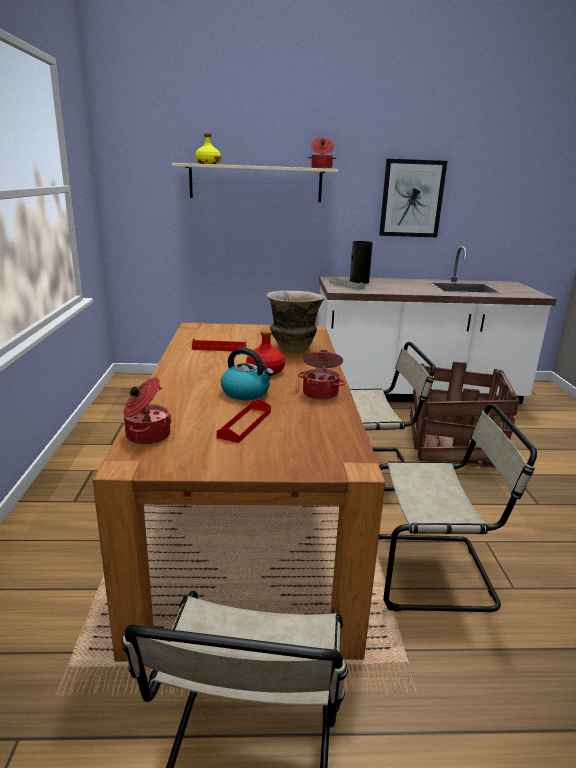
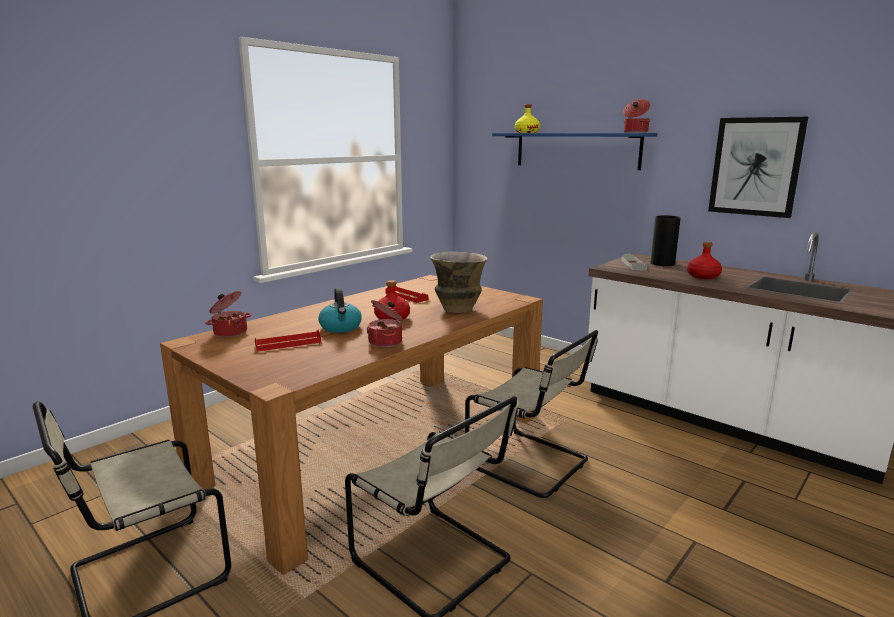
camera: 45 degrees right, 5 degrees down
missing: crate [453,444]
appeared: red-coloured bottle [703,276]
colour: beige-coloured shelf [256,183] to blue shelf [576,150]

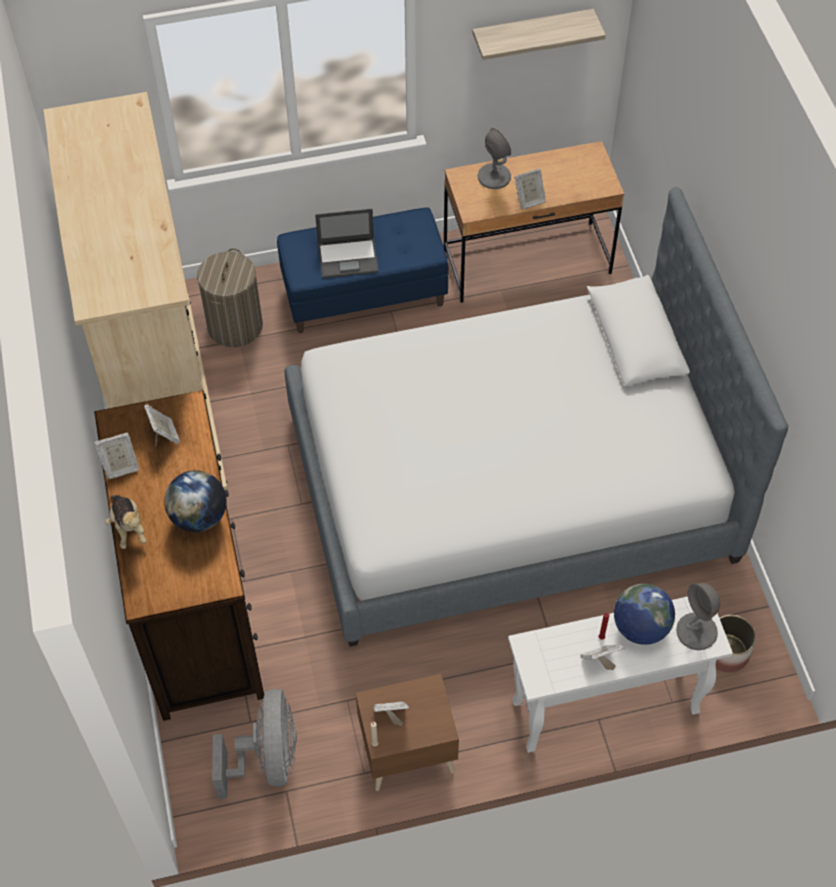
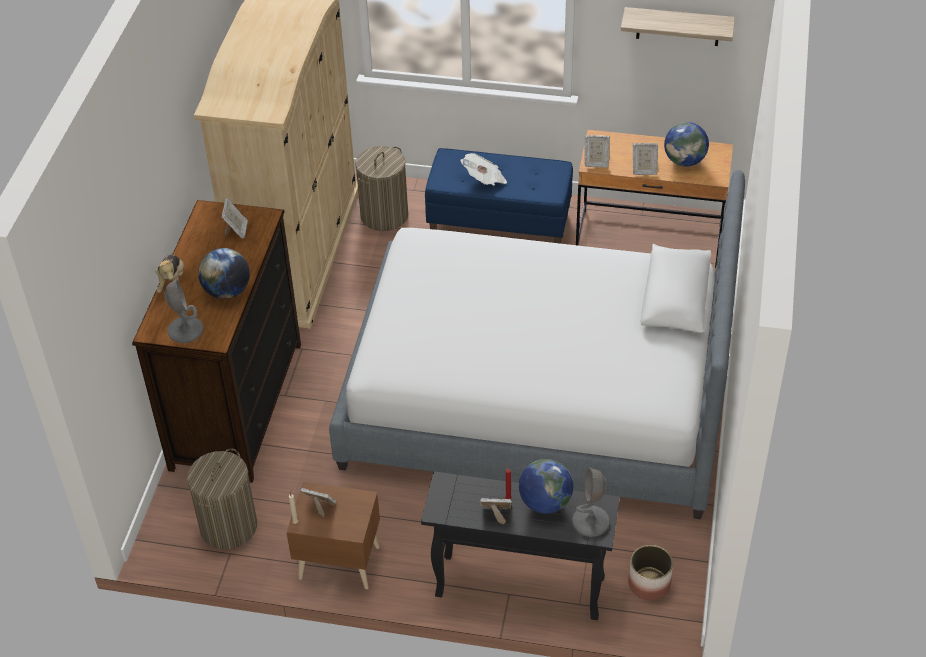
camera: 25 degrees right, 10 degrees down
appeared: desk globe [684,161]
relocated: gray tabletop lamp [494,176] to [185,330]; picture frame [120,467] to [595,162]
exchanged: gray fan [267,760] to hamper [228,526]; notebook computer [349,258] to printed paper [484,179]
colour: white console table [603,708] to blackish console table [518,587]

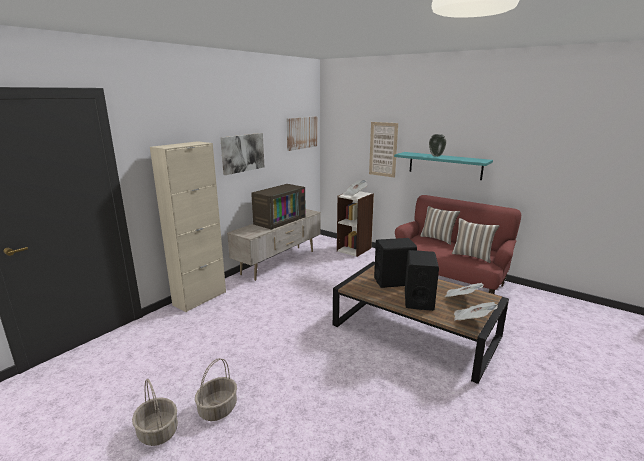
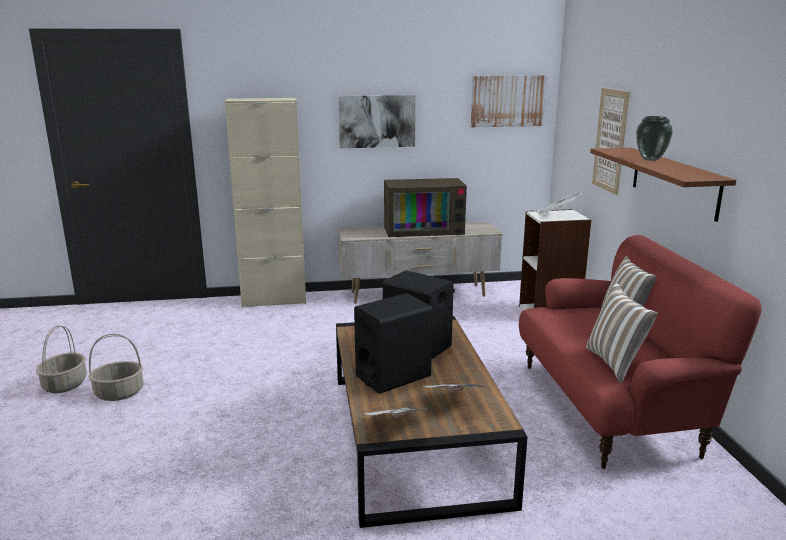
camera: 45 degrees right, 0 degrees up
colour: blue-green shelf [445,165] to brown-coloured shelf [674,182]

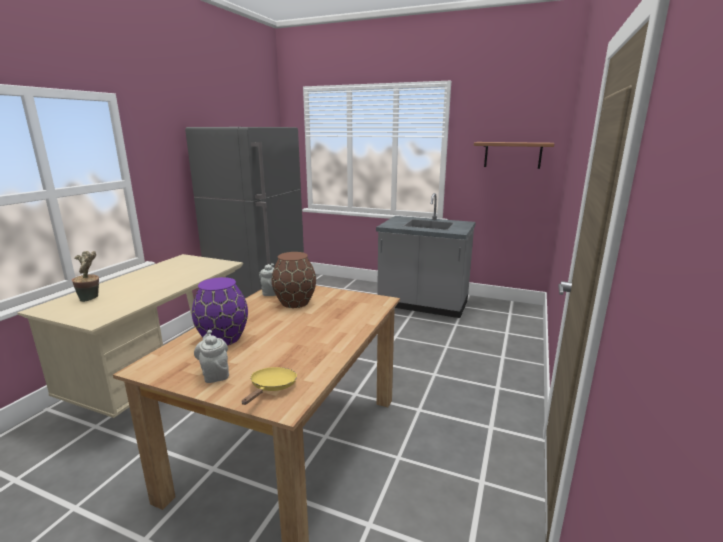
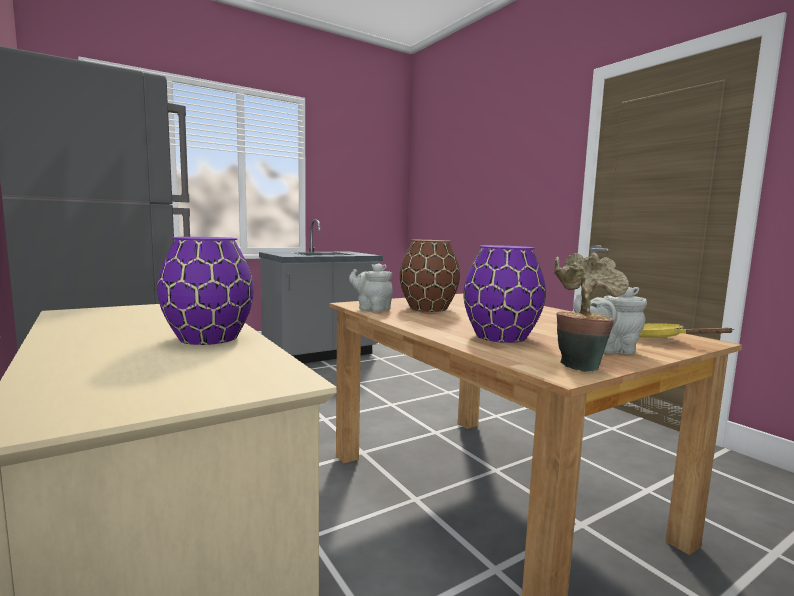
camera: 55 degrees left, 10 degrees down
missing: shelf [512,155]
appeared: purple-coloured flower vase [209,338]
relocated: houseplant [91,298] to [580,364]

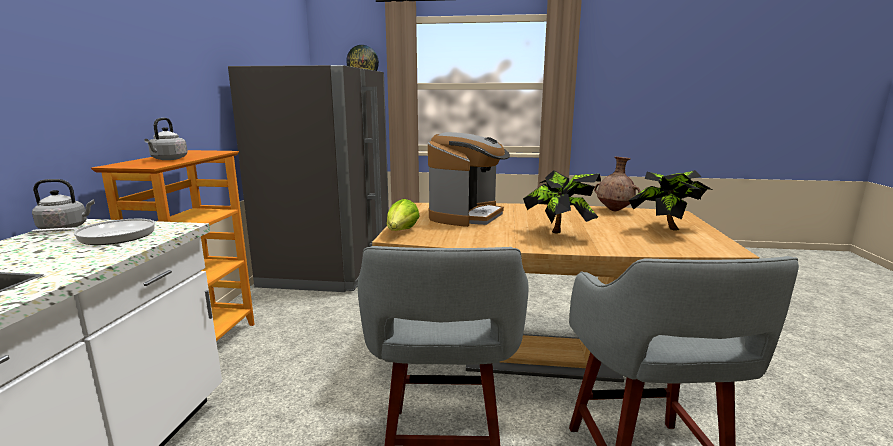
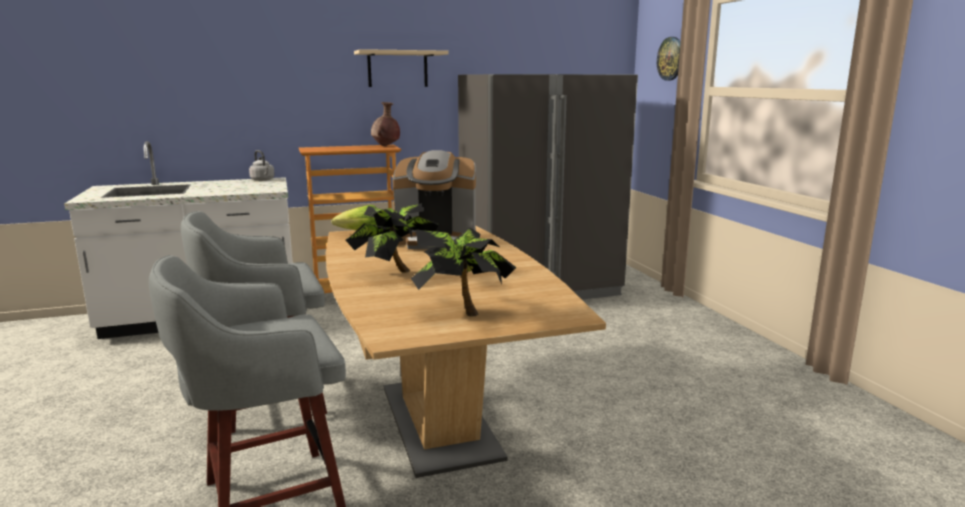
camera: 65 degrees right, 0 degrees up
missing: pan [111,236]; gray water kettle [168,159]
appeared: beige-coloured shelf [397,69]
relocated: brown-coloured flower vase [615,210] to [386,146]

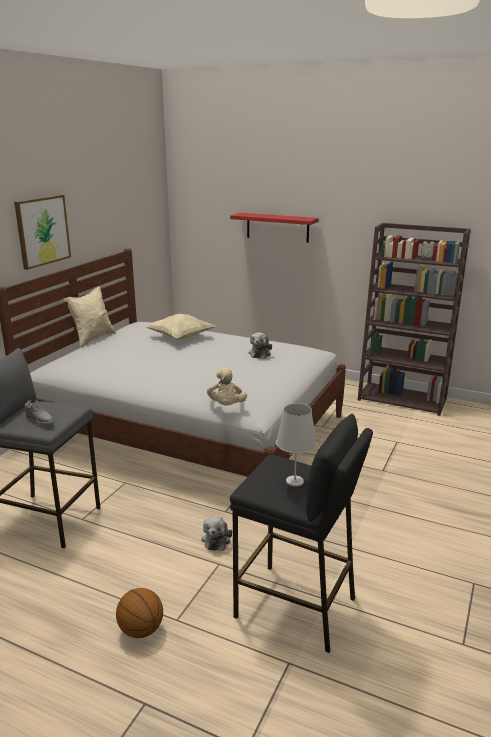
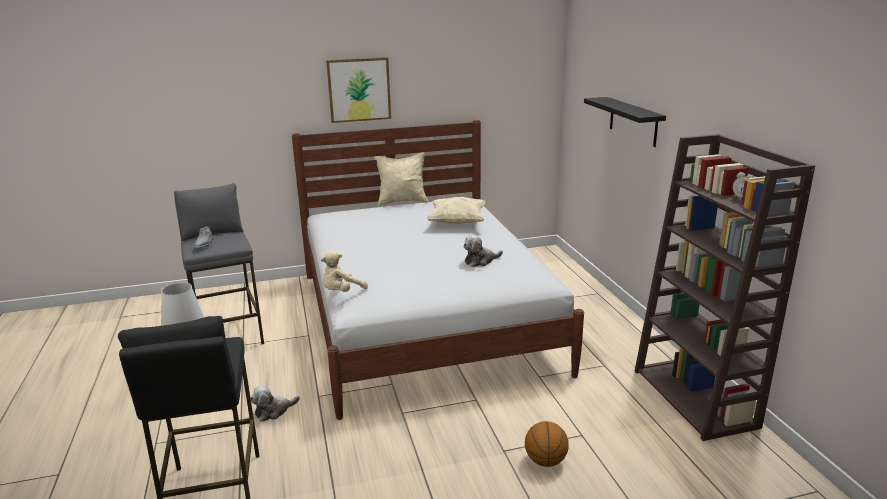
camera: 50 degrees right, 0 degrees up
relocated: ball for basketball [141,630] to [545,461]
colour: red-coloured shelf [277,227] to blackish shelf [633,121]

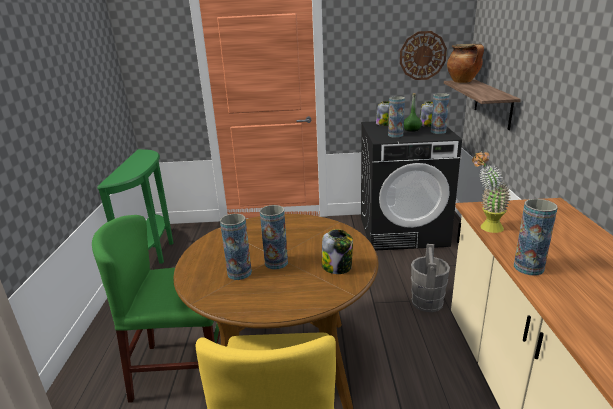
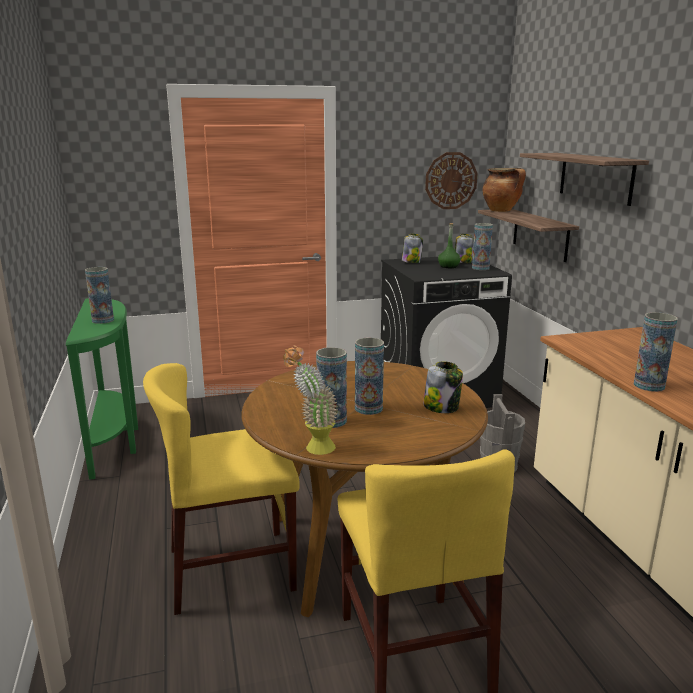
camera: 15 degrees left, 5 degrees down
appeared: shelf [595,177]
relocated: flower vase [395,135] to [103,320]; houseplant [485,227] to [312,447]
colour: green chair [183,369] to yellowish chair [231,569]

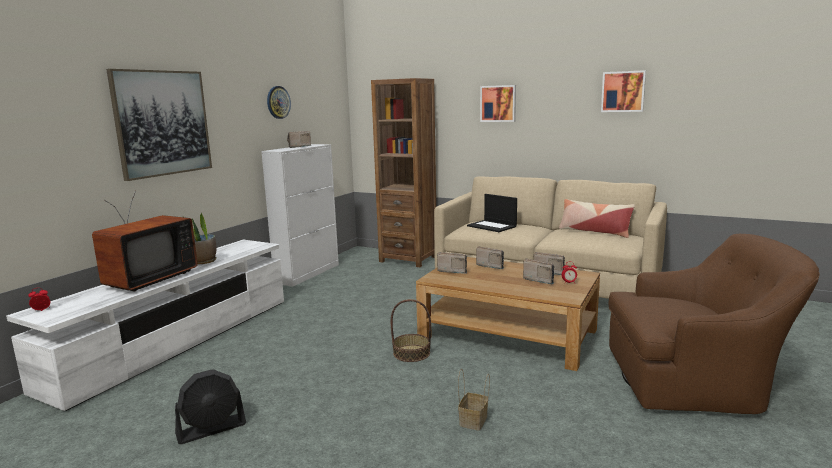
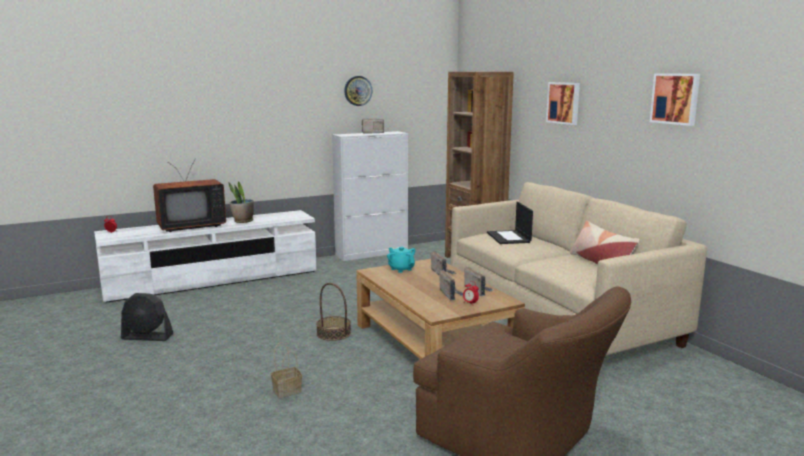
camera: 35 degrees right, 0 degrees up
missing: picture [162,123]
exchanged: radio set [452,271] to blue-green teapot [401,269]

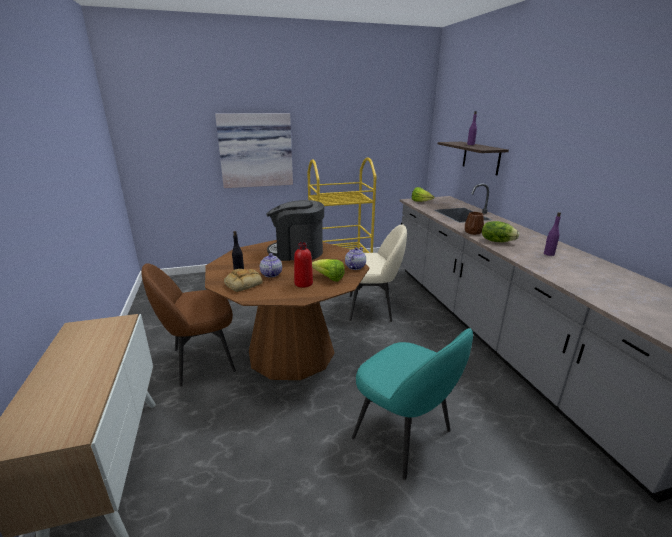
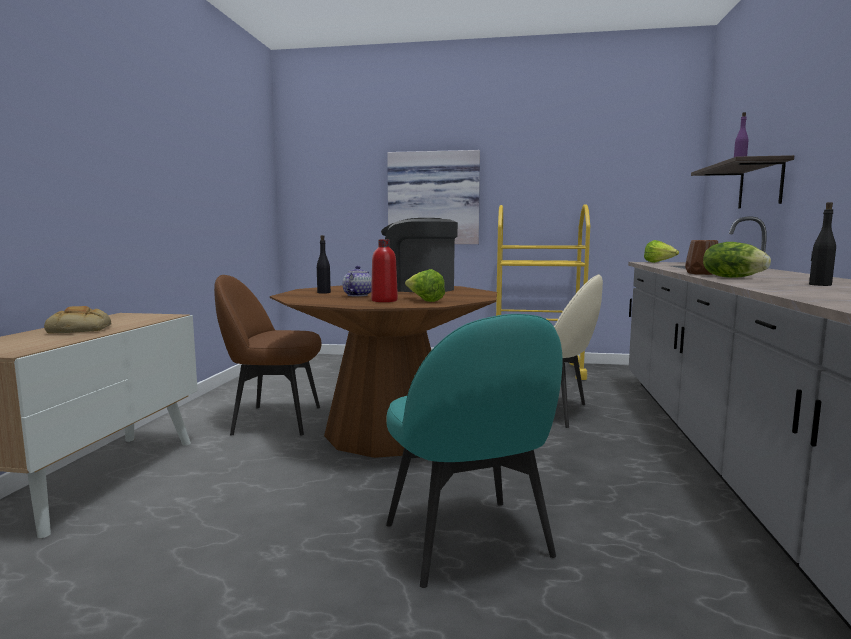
camera: 25 degrees right, 15 degrees down
missing: teapot [355,267]
relocated: bread [243,283] to [81,329]
colour: purple-coloured bottle [548,254] to blackish bottle [819,285]

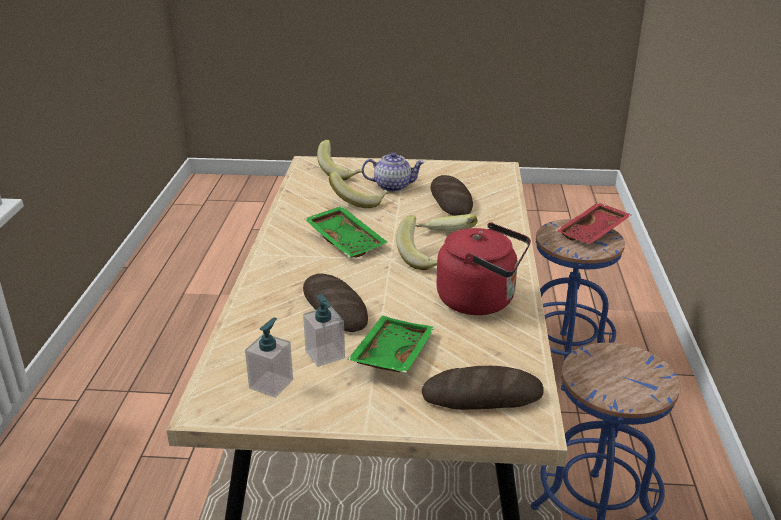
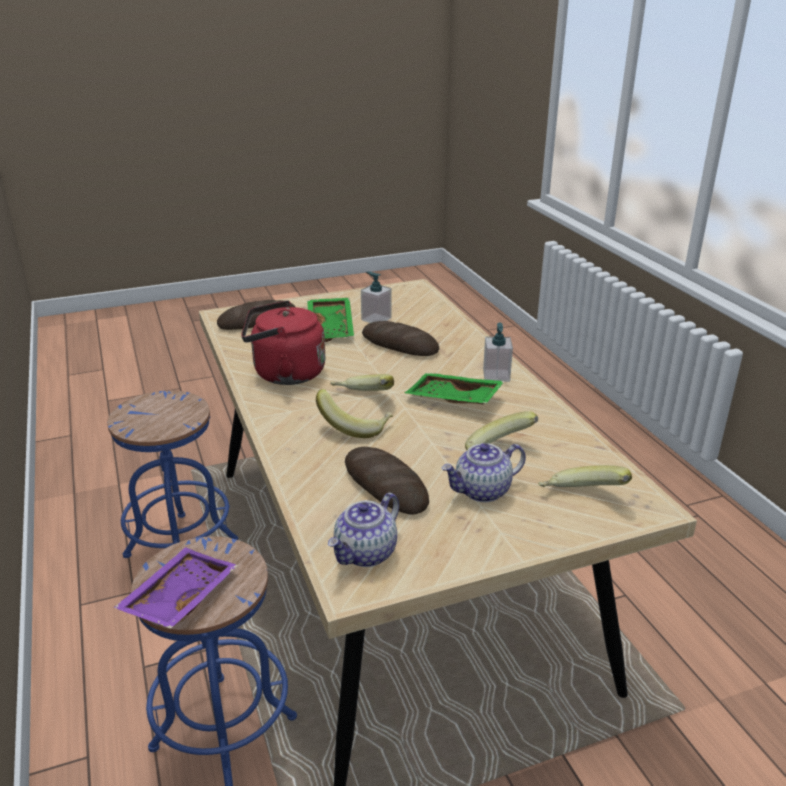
camera: 155 degrees right, 0 degrees up
appeared: teapot [366,554]
relocated: soap dispenser [271,384] to [496,375]
colour: red-coloured serving tray [593,232] to purple-coloured serving tray [178,597]

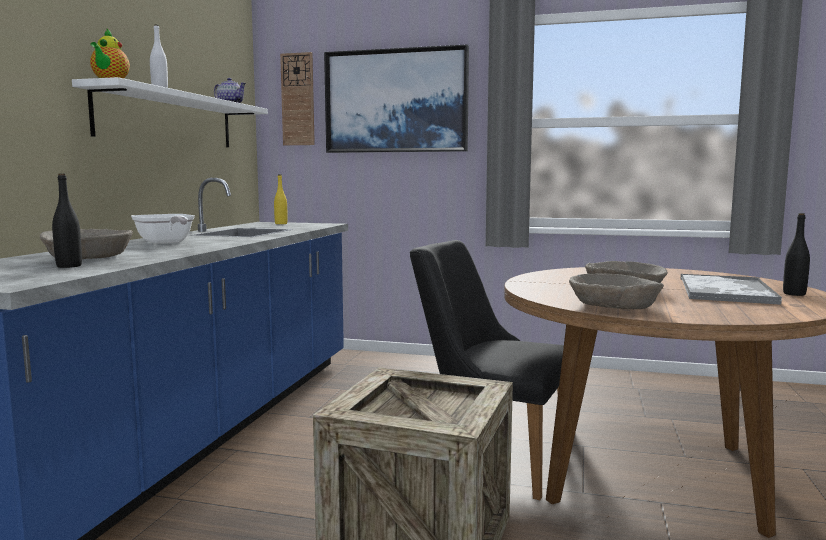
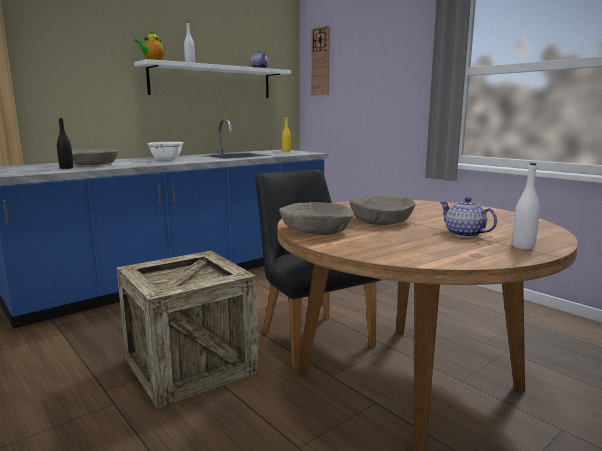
camera: 35 degrees right, 5 degrees up
missing: picture [396,101]
exchanged: serving tray [726,291] to teapot [465,234]
colour: blackish bottle [794,294] to white bottle [523,246]

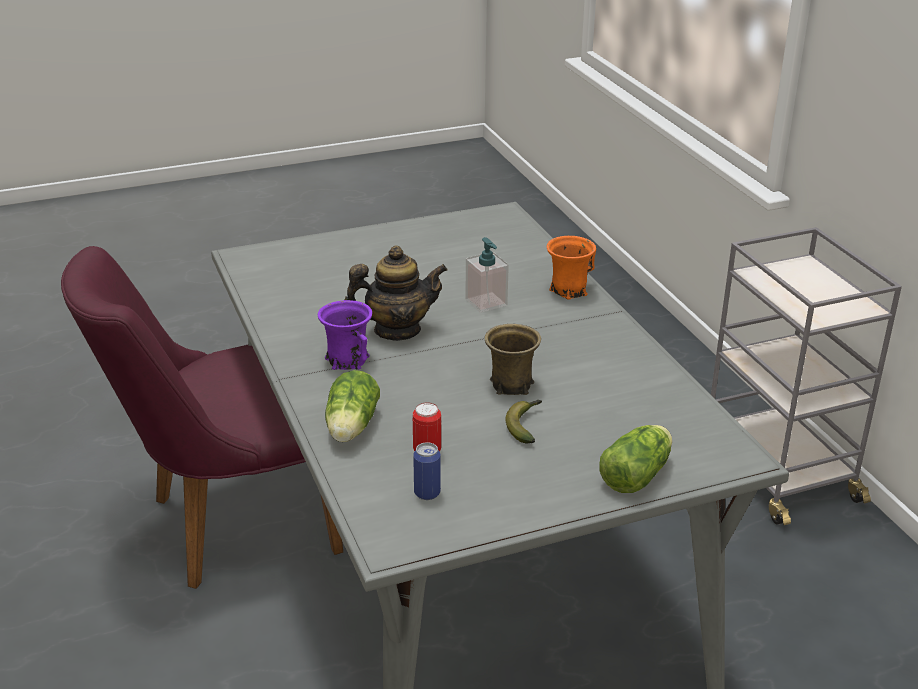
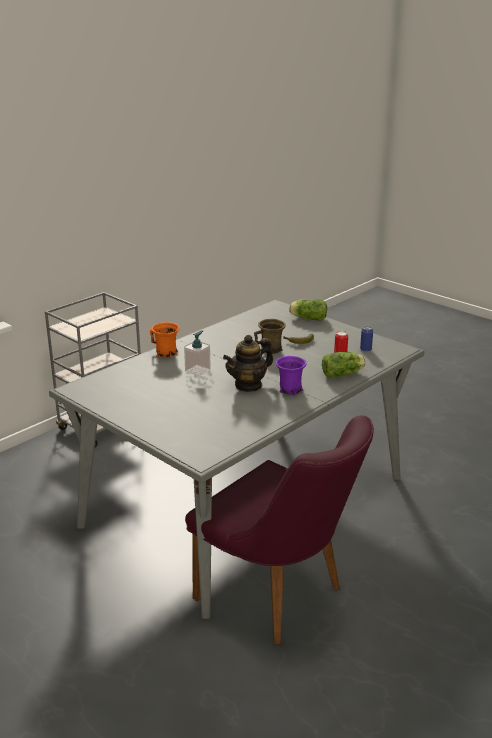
camera: 115 degrees left, 5 degrees down
spun: teapot [397,330] = [248,385] 90 degrees counterclockwise

